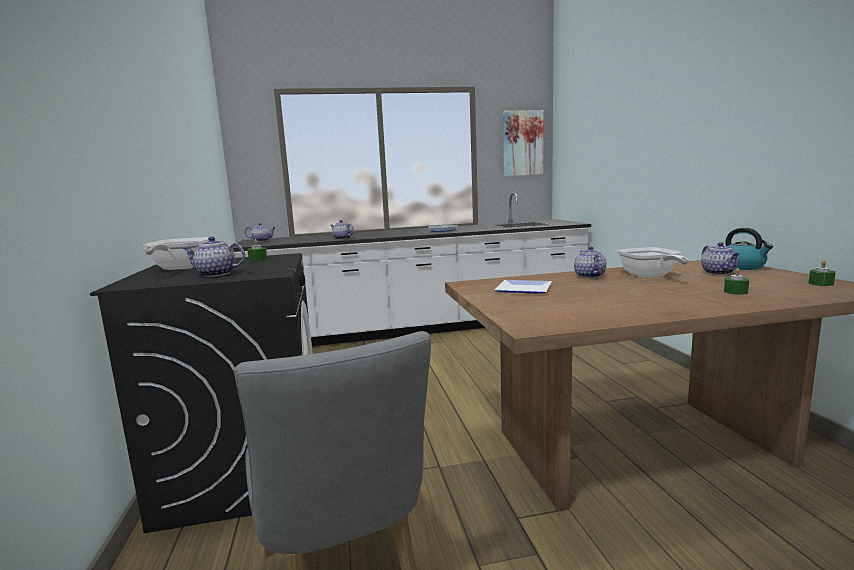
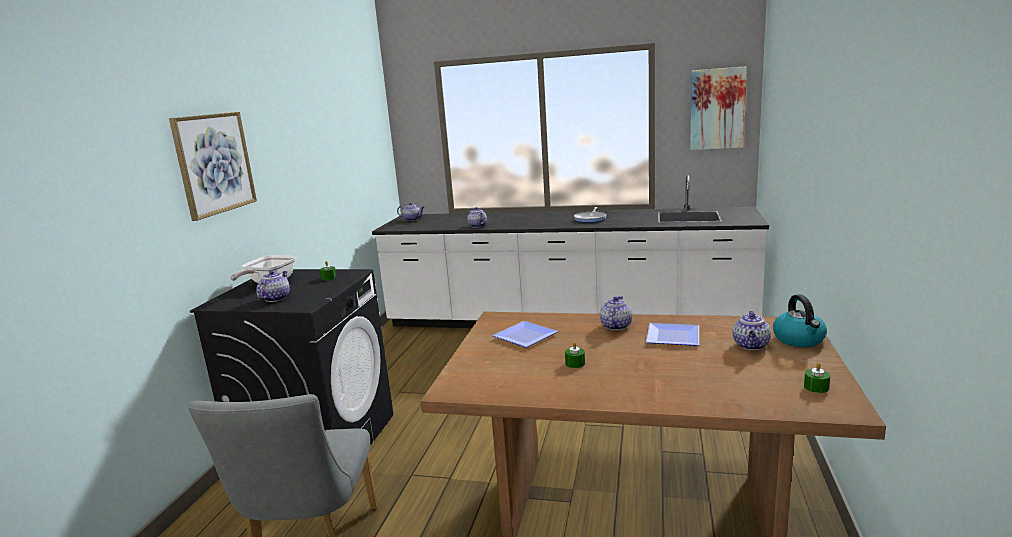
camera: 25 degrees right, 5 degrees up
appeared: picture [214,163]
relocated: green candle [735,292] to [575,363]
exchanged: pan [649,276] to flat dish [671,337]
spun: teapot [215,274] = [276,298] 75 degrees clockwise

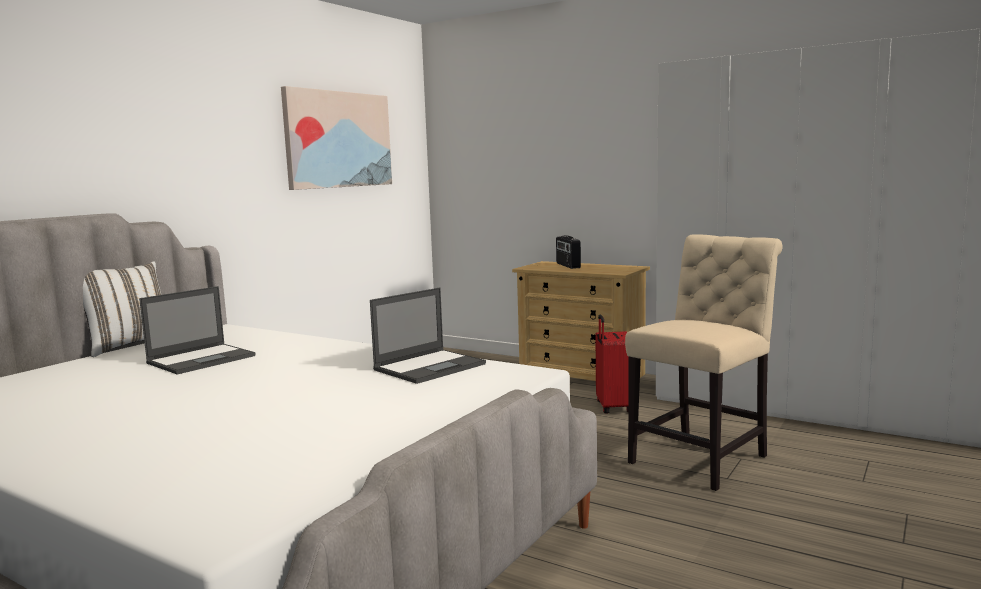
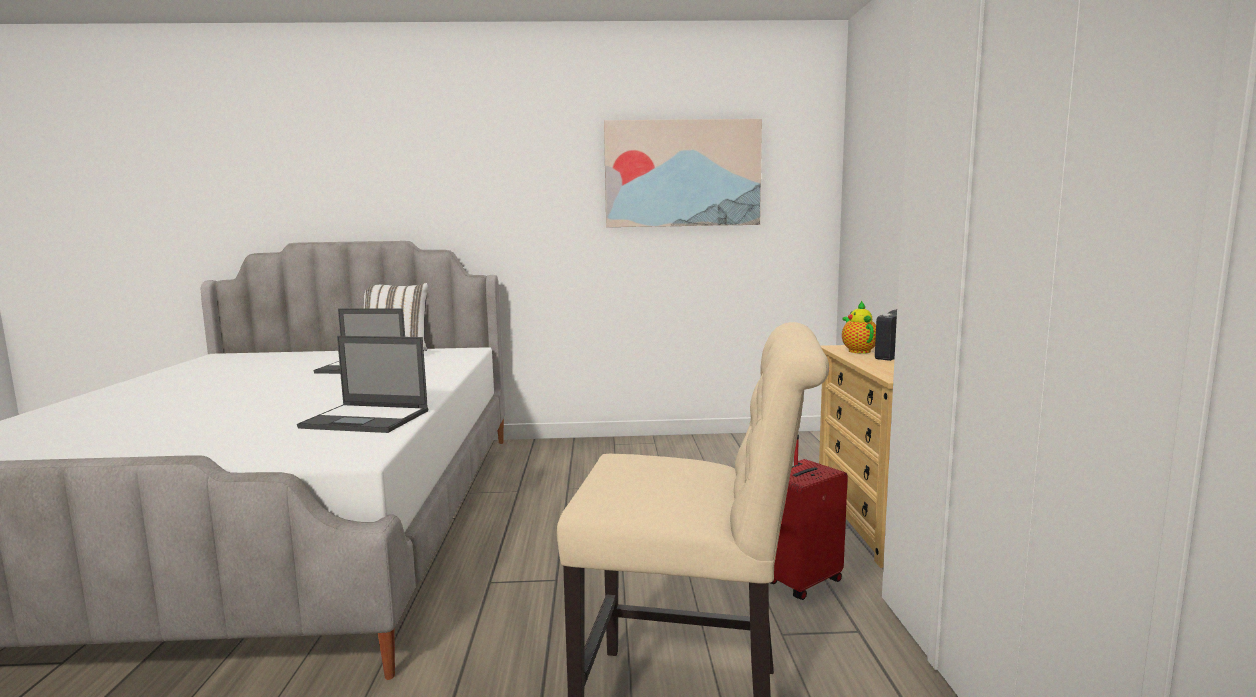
camera: 55 degrees right, 0 degrees up
appeared: teapot [858,351]

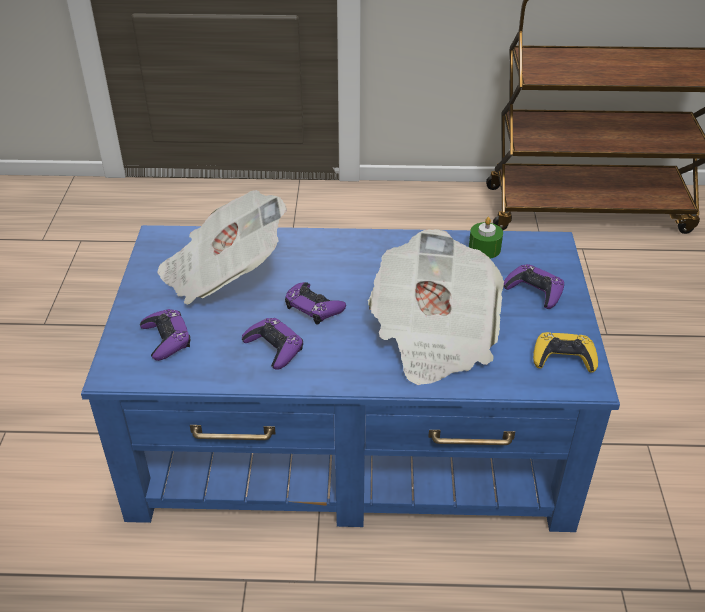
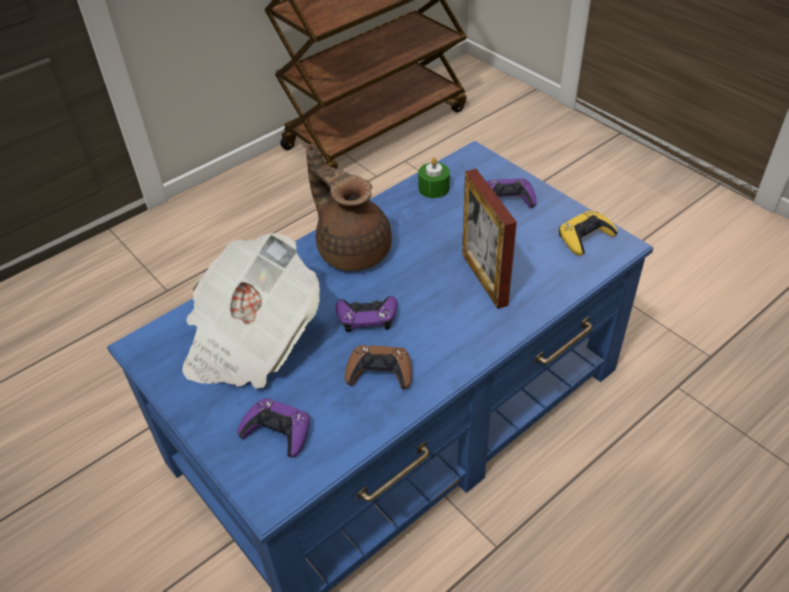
camera: 40 degrees left, 5 degrees up
appeared: brown-coloured teapot [352,248]
exchanged: printed paper [433,336] to picture frame [484,279]
colour: purple-coloured joypad [274,347] to brown-coloured joypad [379,372]

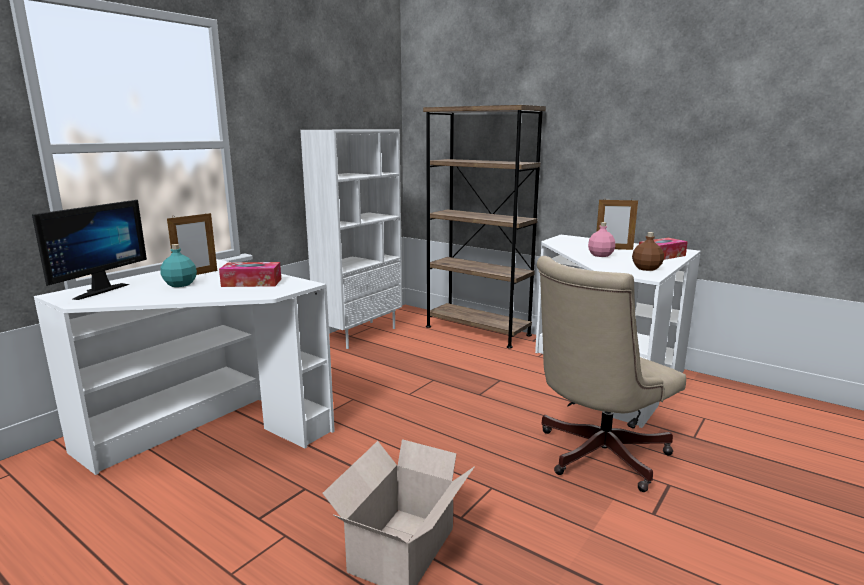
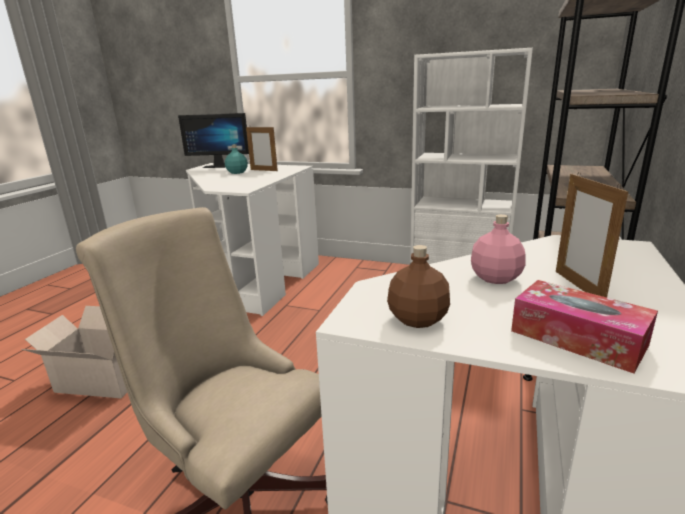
camera: 75 degrees right, 5 degrees up
missing: box of tissues [251,282]

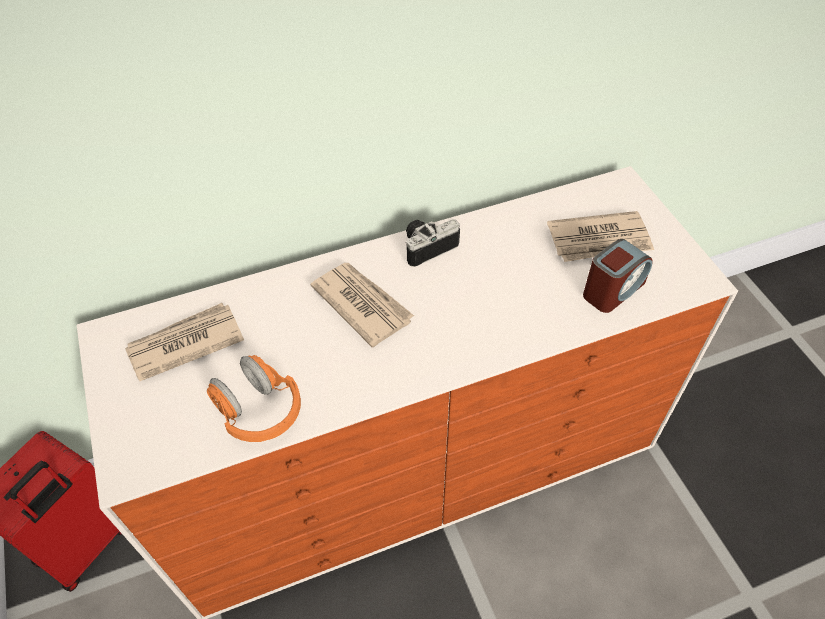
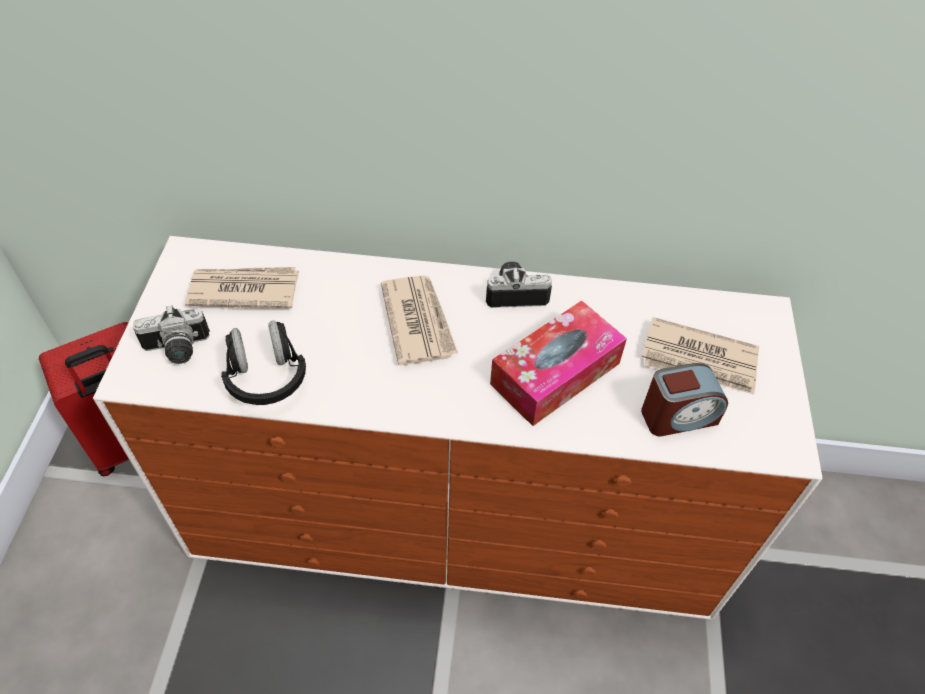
camera: 25 degrees right, 0 degrees up
appeared: still camera [177,350]; box of tissues [555,373]
colour: orange-coloured headphones [259,411] to blackish headphones [266,377]

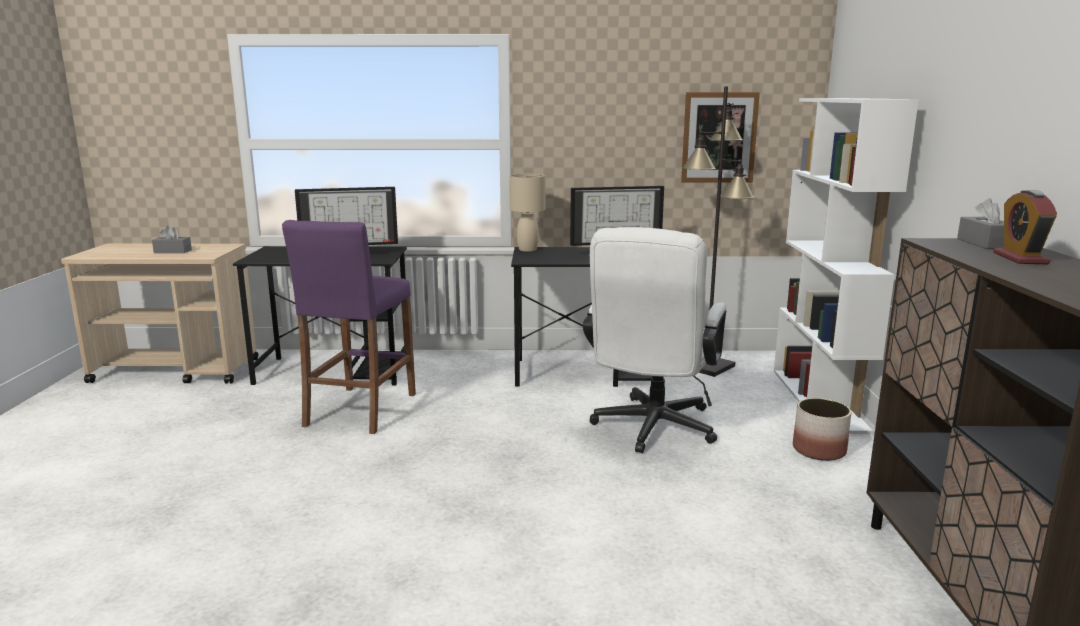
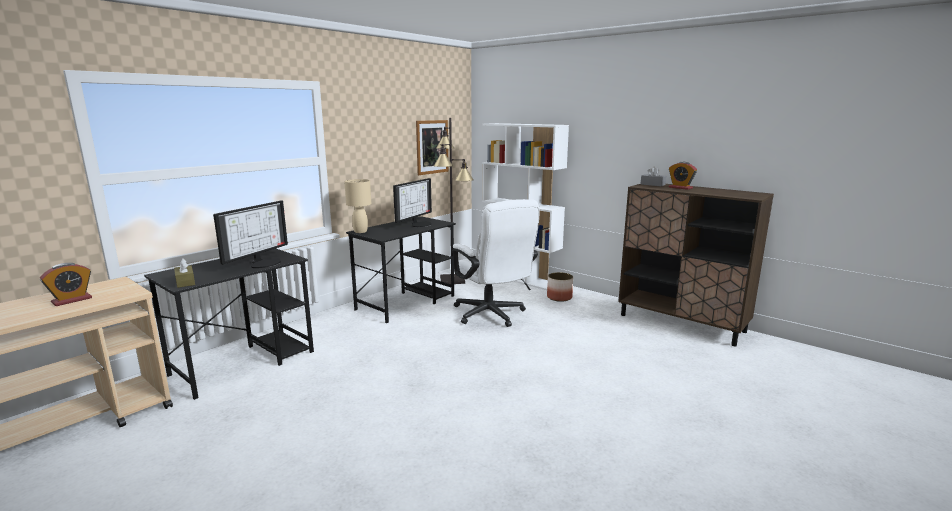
camera: 50 degrees left, 0 degrees up
missing: purple-coloured sitting stool [360,410]
appeared: brown-coloured box of tissues [185,282]
exchanged: gray box of tissues [173,251] to alarm clock [72,300]

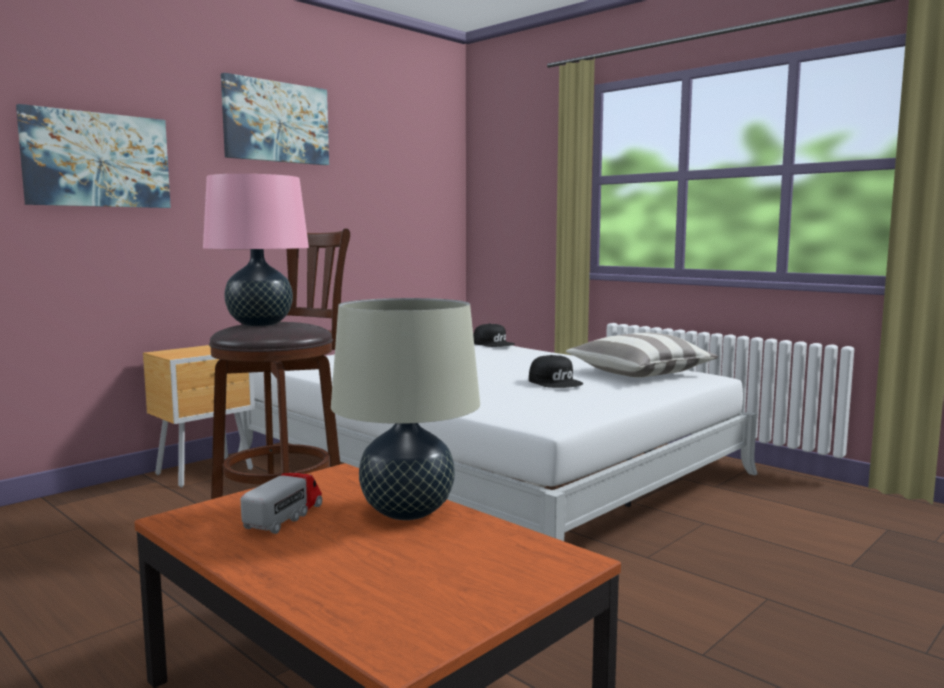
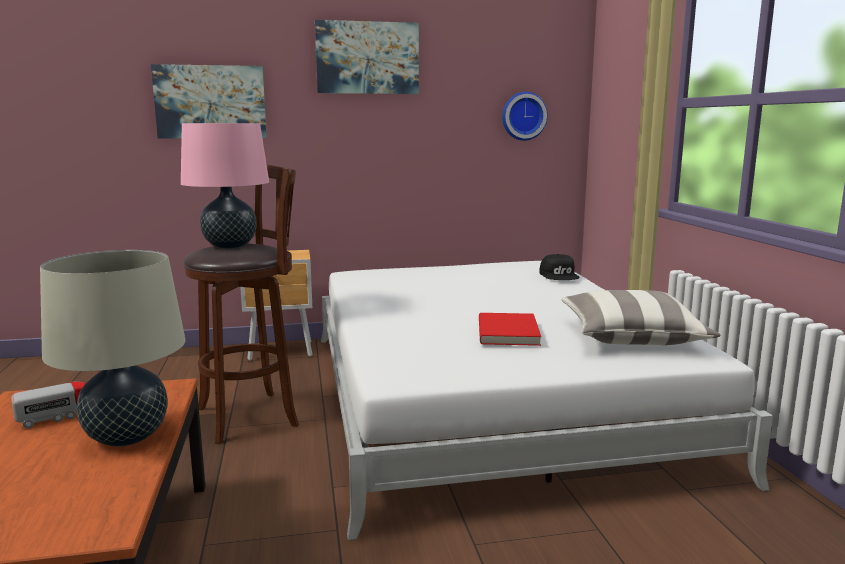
camera: 35 degrees right, 5 degrees up
appeared: clock on the wall [523,116]
exchanged: blackish baseball cap [556,382] to red-coloured volume [509,332]

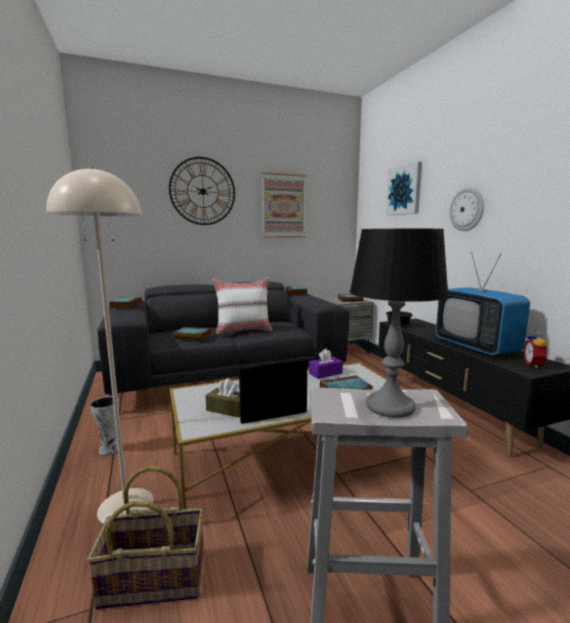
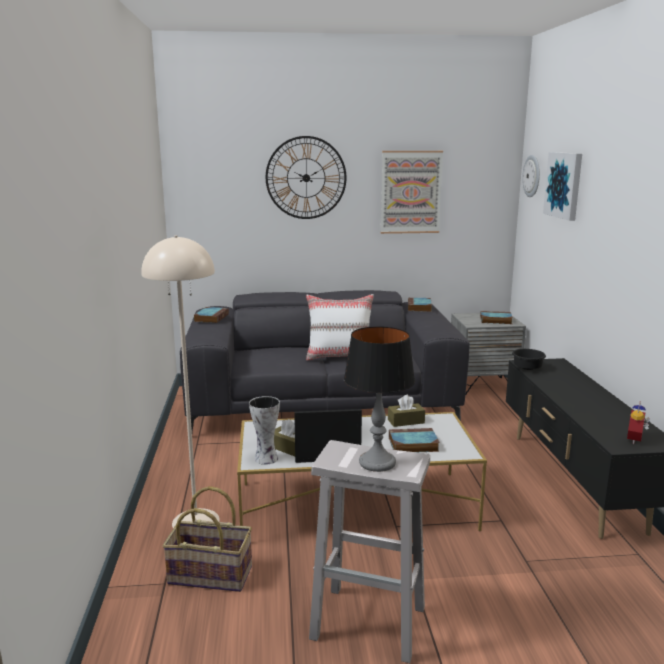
camera: 15 degrees right, 5 degrees up
missing: volume [191,336]; TV set [476,347]
relocated: flower vase [109,450] to [266,459]; clock on the wall [467,209] to [532,176]
colour: purple-coloured box of tissues [325,373] to brown-coloured box of tissues [406,421]

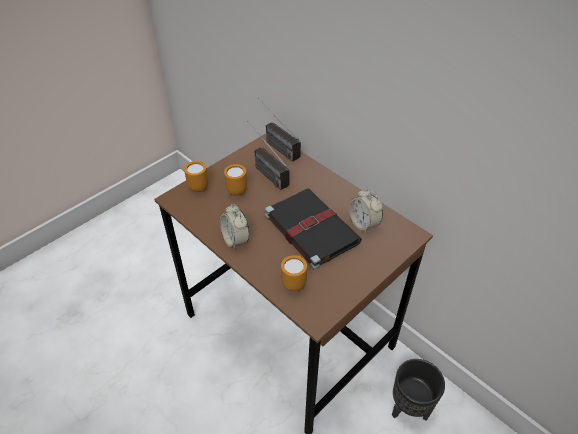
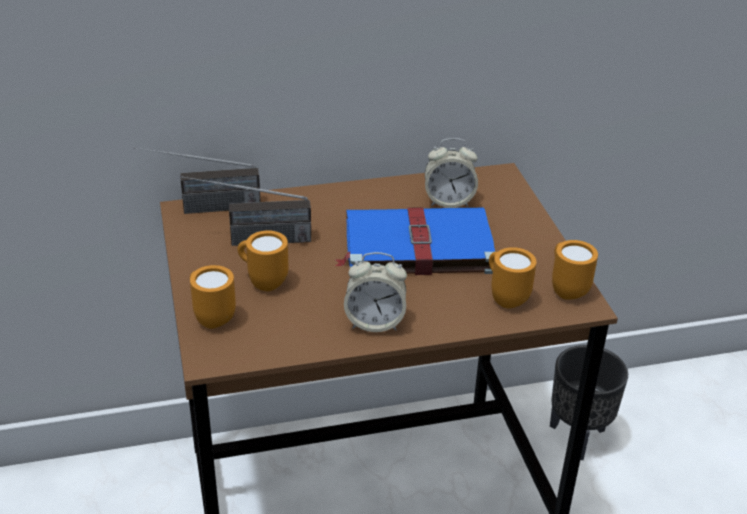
camera: 60 degrees left, 10 degrees down
appeared: orange-coloured tea mug [566,289]
colour: blackish volume [310,228] to blue volume [415,246]

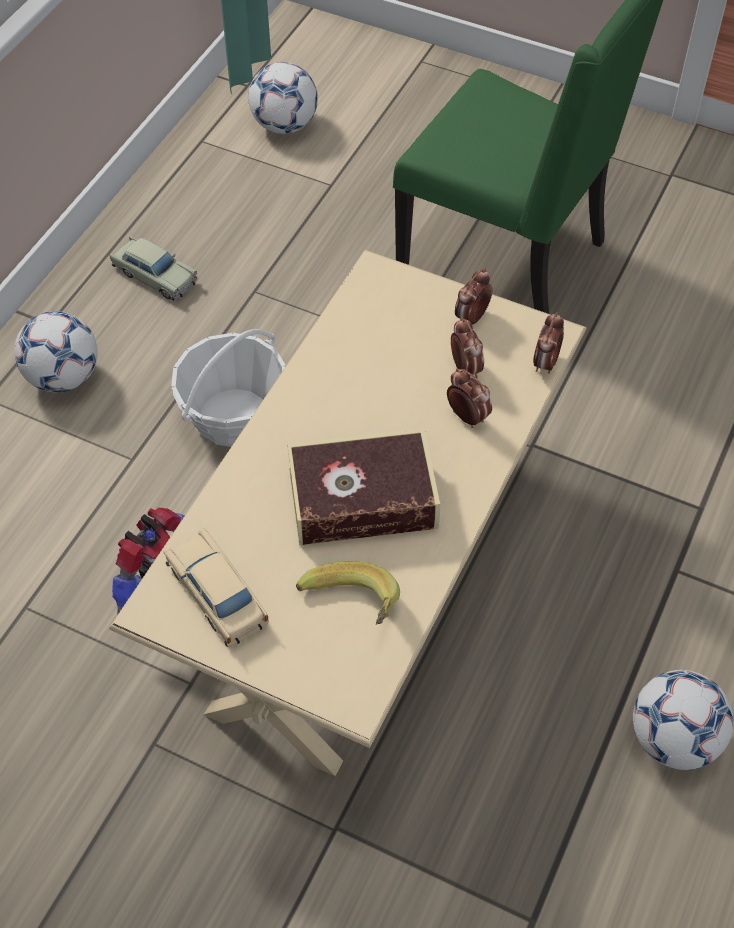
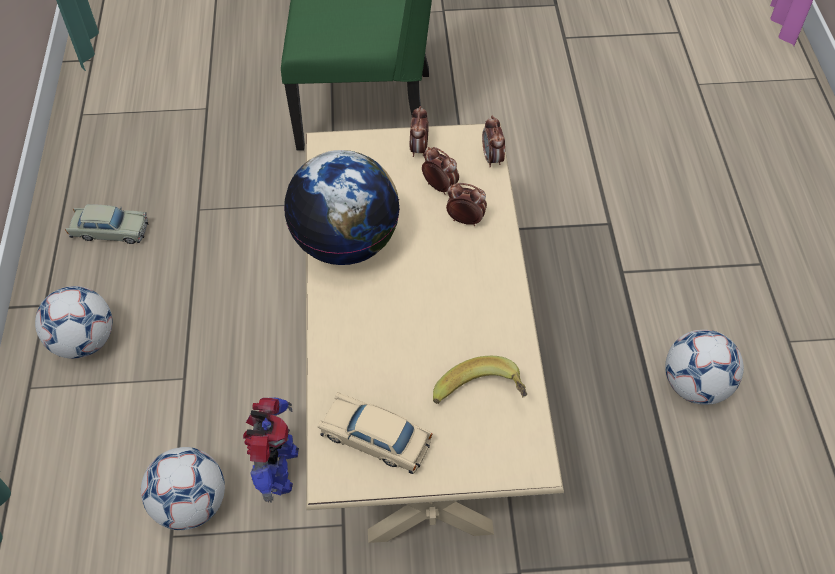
camera: 30 degrees left, 0 degrees up
missing: household basket [234,417]; volume [362,499]
appeared: desk globe [346,243]
relocated: football [284,125] to [191,504]

